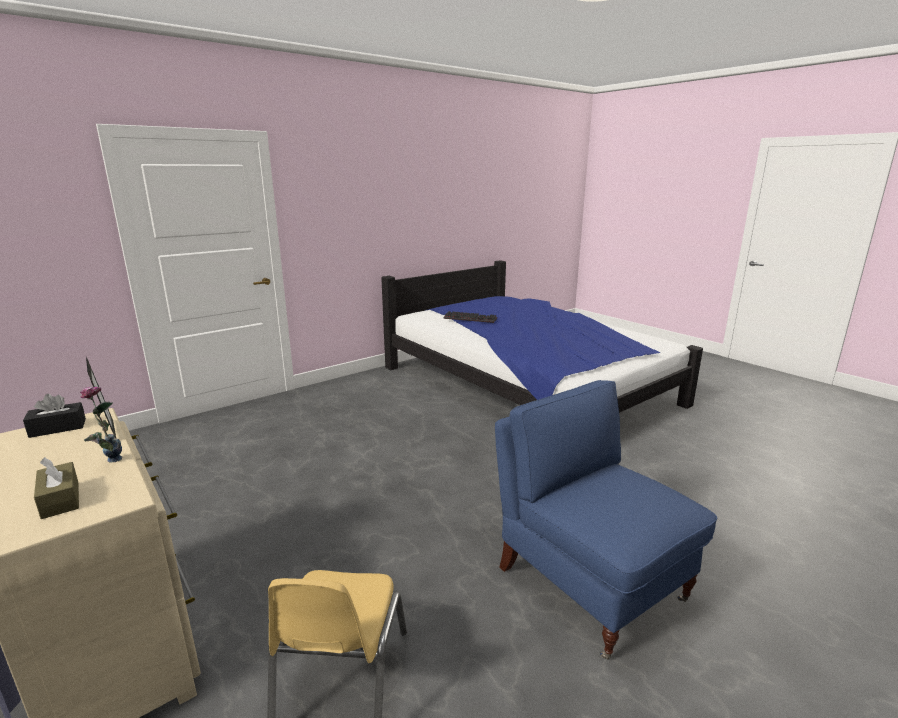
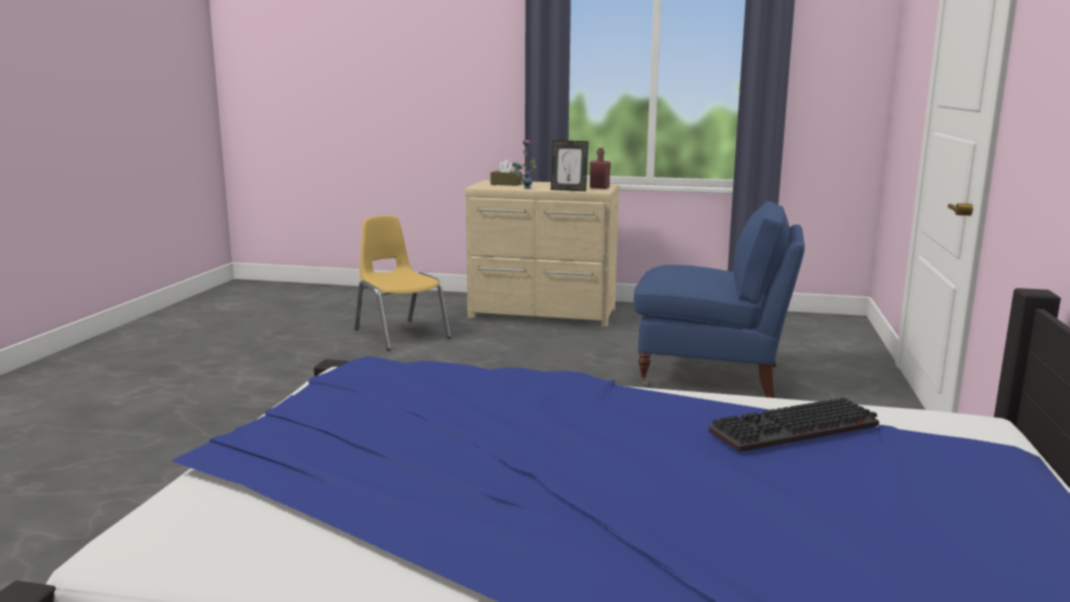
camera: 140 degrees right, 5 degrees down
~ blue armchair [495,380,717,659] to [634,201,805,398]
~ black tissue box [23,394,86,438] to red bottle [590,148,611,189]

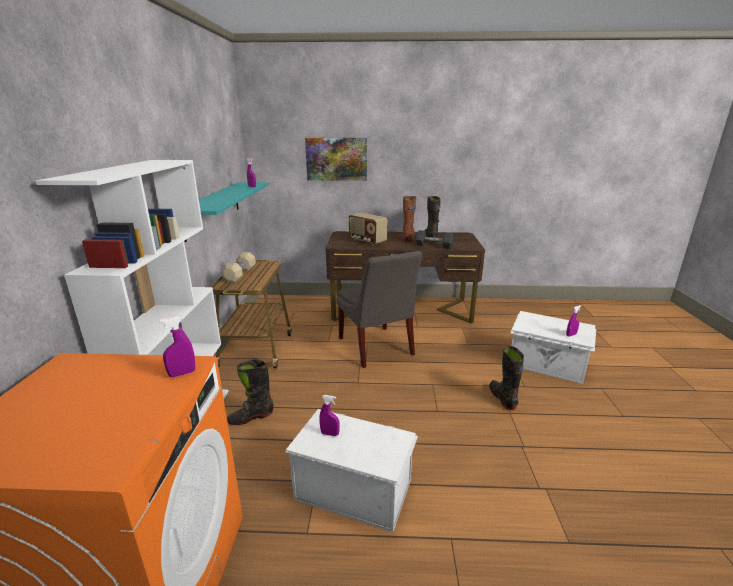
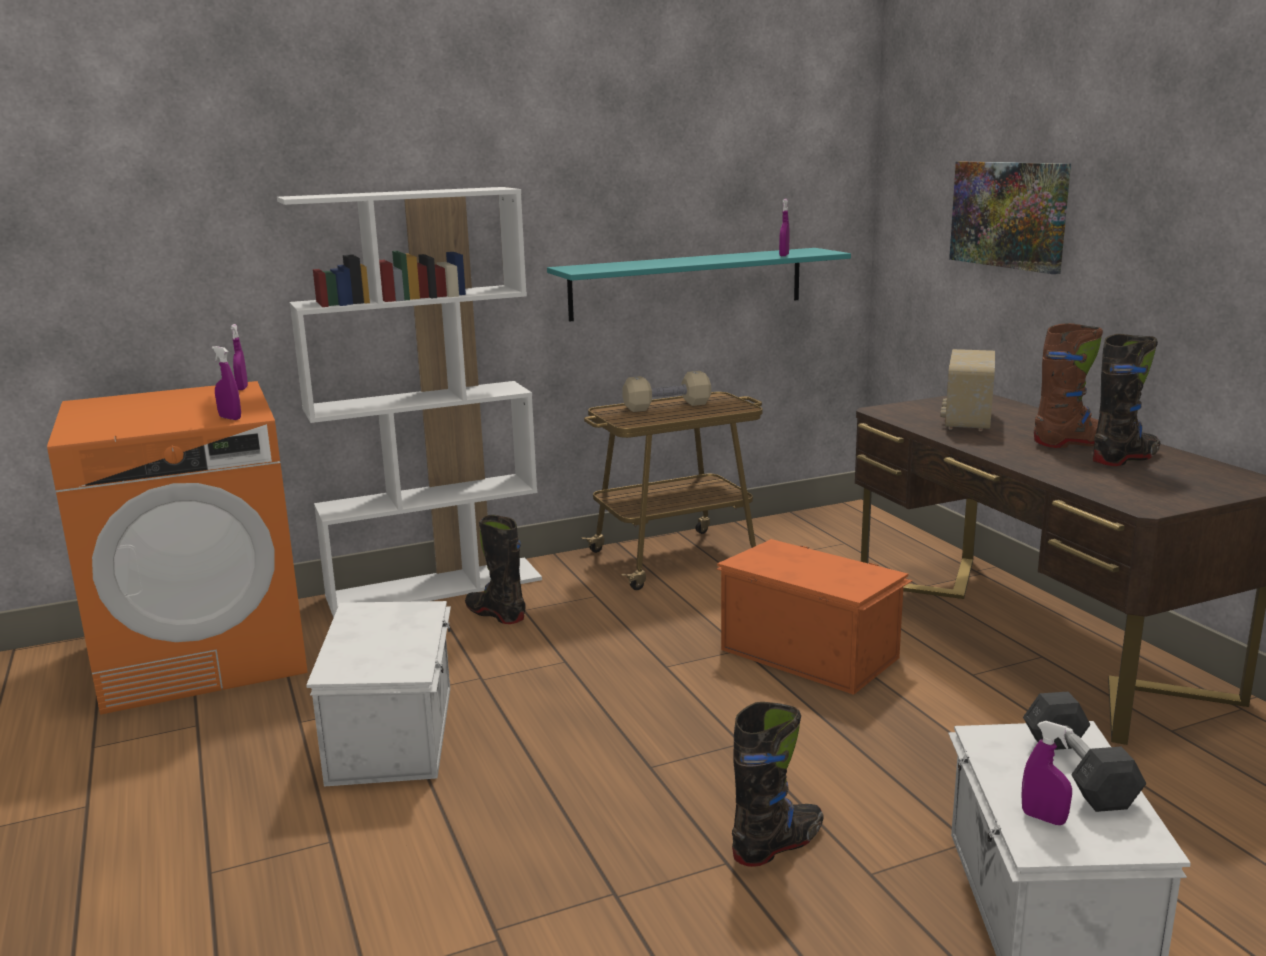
camera: 65 degrees right, 5 degrees down
~ grey dumbbell [415,230,453,249] to [1023,692,1147,812]
~ grey chair [337,251,422,368] to orange storage box [717,539,913,695]
~ purple spray bottle [319,395,340,436] to [231,324,248,390]

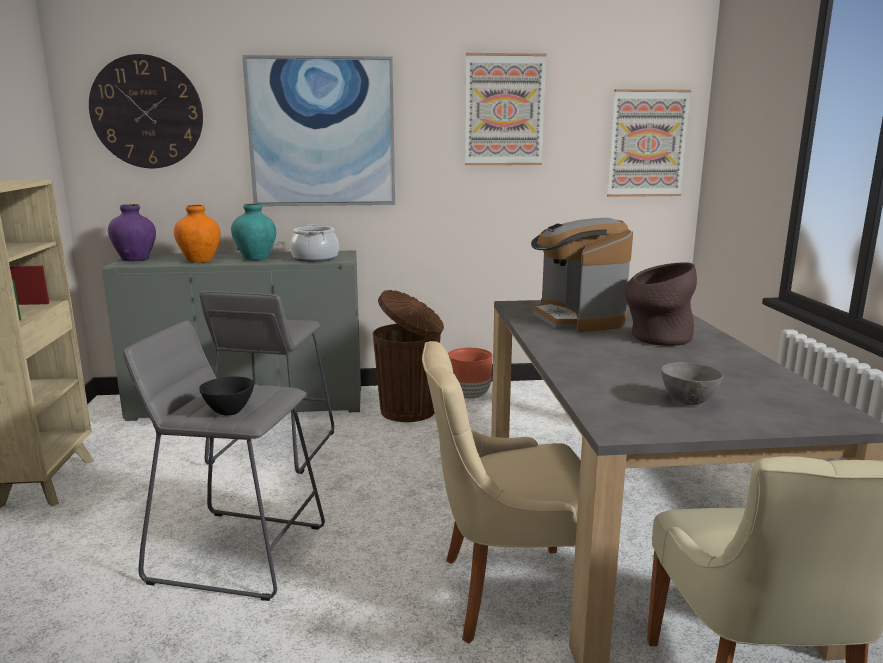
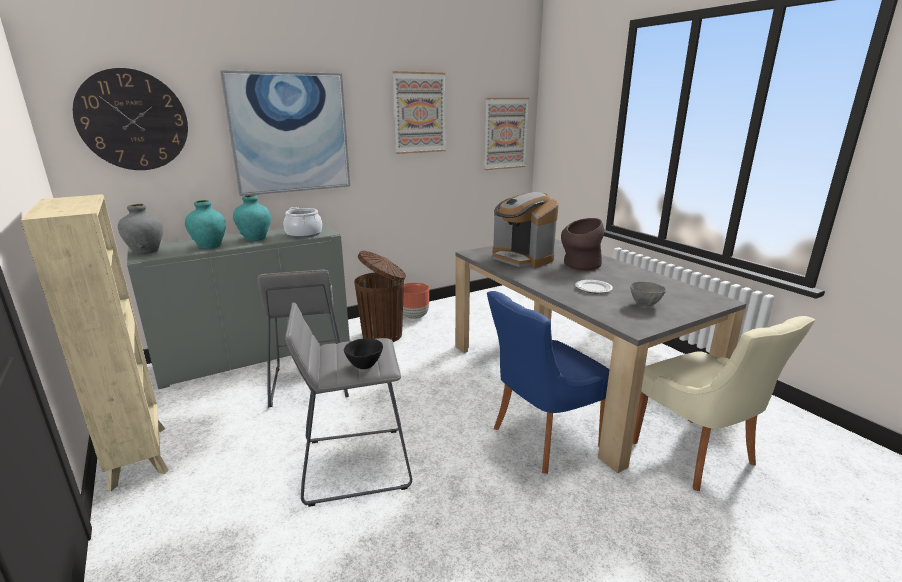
camera: 25 degrees left, 5 degrees up
~ purple vase [108,204,156,261] to grey vase [118,204,163,255]
~ orange vase [174,205,220,263] to turquoise vase [185,200,226,249]
~ beige chair [422,341,581,643] to blue chair [487,291,610,474]
+ plate [575,280,613,293]

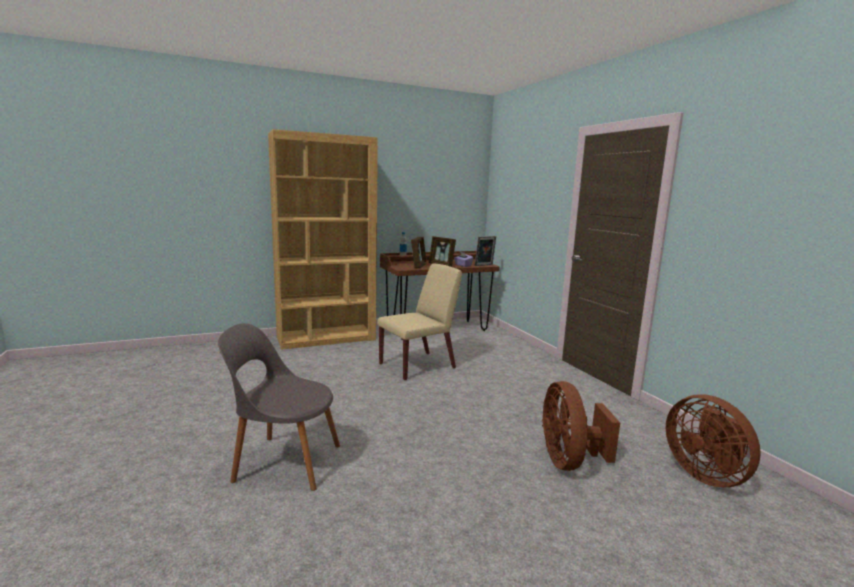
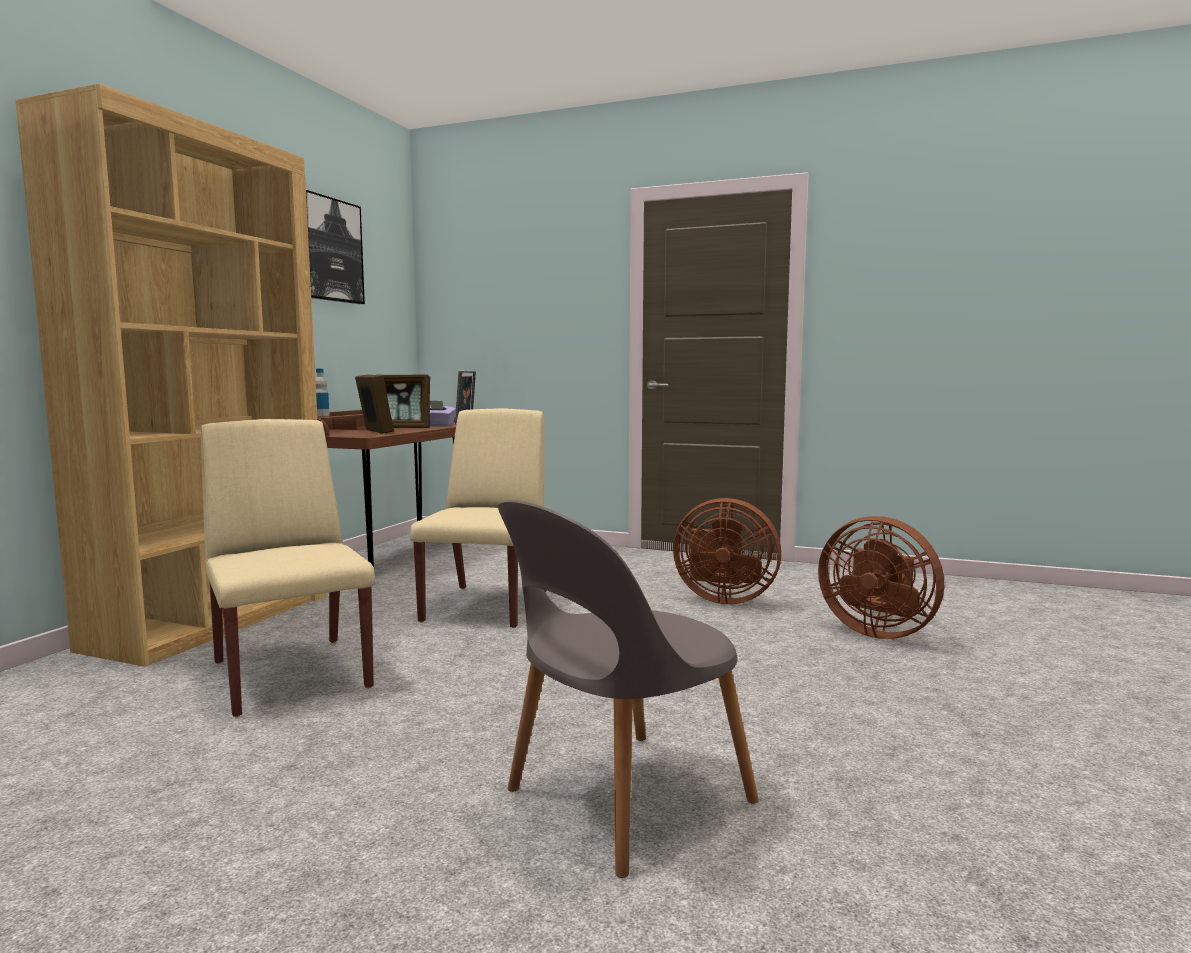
camera: 45 degrees left, 5 degrees down
~ brown fan [666,394,761,487] to [673,498,781,604]
+ picture [306,190,365,304]
+ beige chair [201,419,375,717]

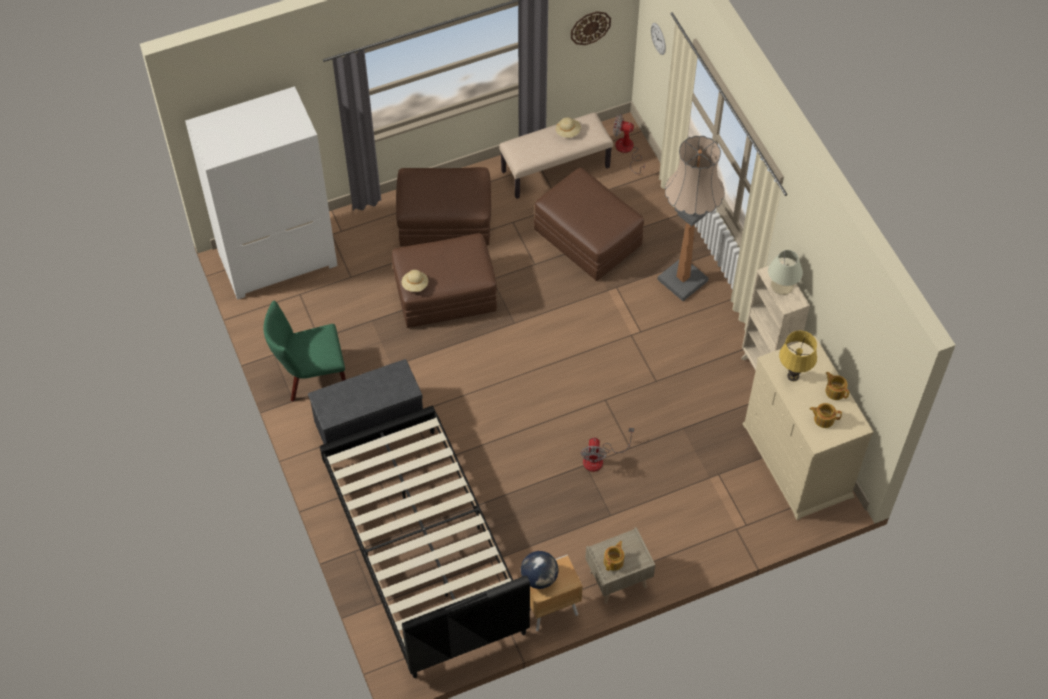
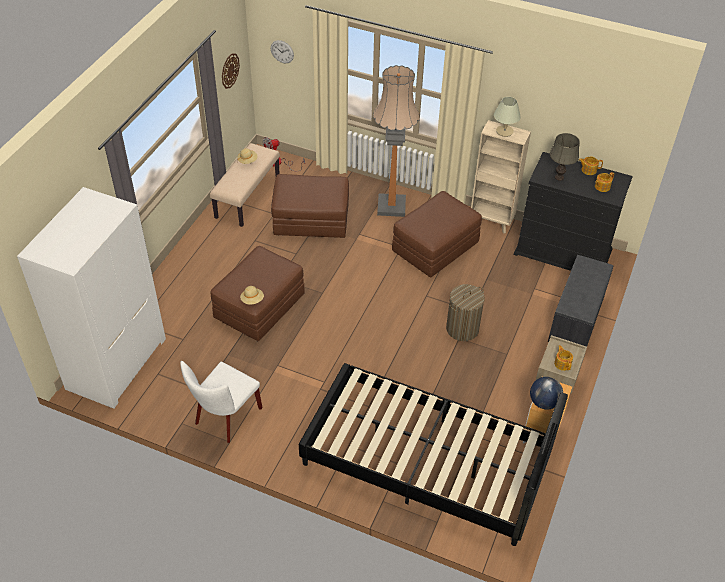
camera: 45 degrees left, 10 degrees down
~ brown ottoman [396,167,491,247] to [392,191,482,278]
~ green chair [263,300,346,402] to white chair [180,361,262,443]
~ yellow table lamp [779,330,817,381] to grey table lamp [550,133,580,181]
~ beige dresser [743,336,874,520] to black dresser [514,152,633,271]
~ grey bench [308,359,423,444] to [548,255,614,347]
~ fan [581,428,634,472] to laundry basket [446,284,485,341]

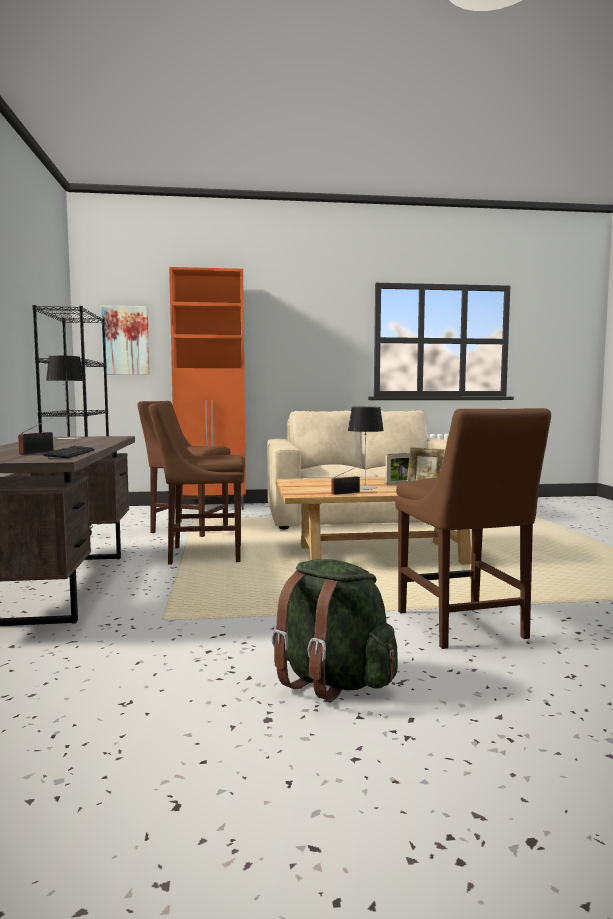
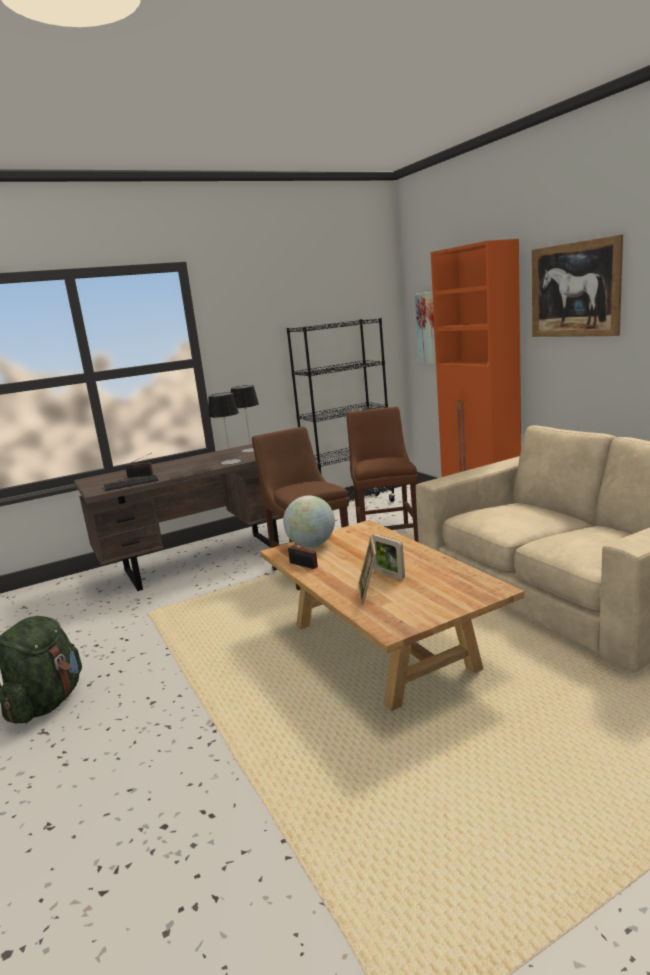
camera: 70 degrees right, 10 degrees up
~ table lamp [348,407,384,490] to [208,392,241,465]
- brown chair [395,408,551,649]
+ picture [532,235,623,337]
+ globe [283,495,335,547]

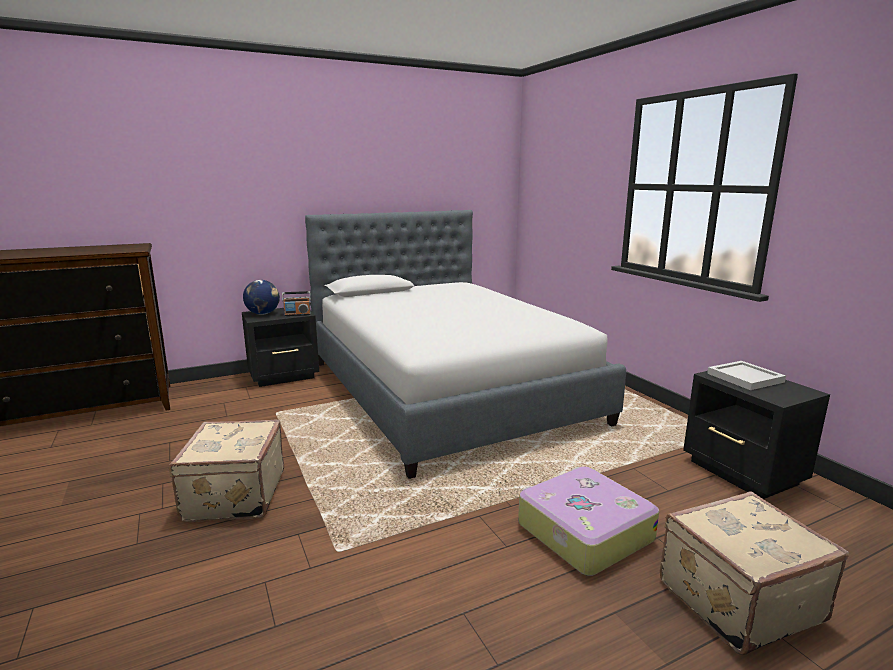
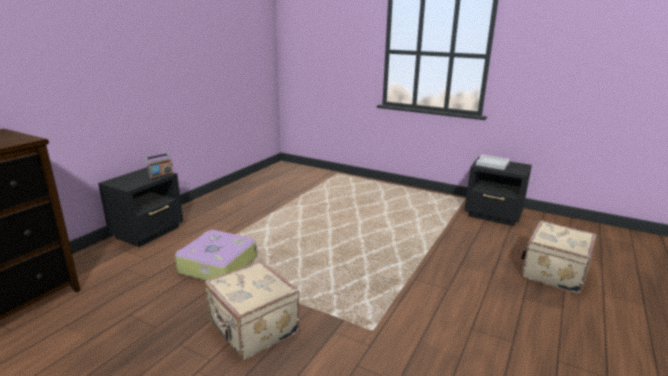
camera: 35 degrees left, 5 degrees up
- bed [305,210,626,479]
- globe [243,280,280,315]
~ suitcase [518,467,659,576] to [175,230,257,281]

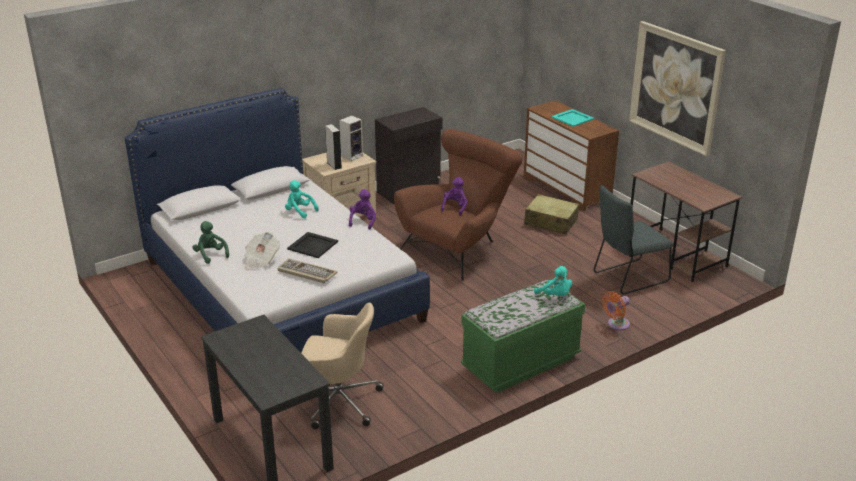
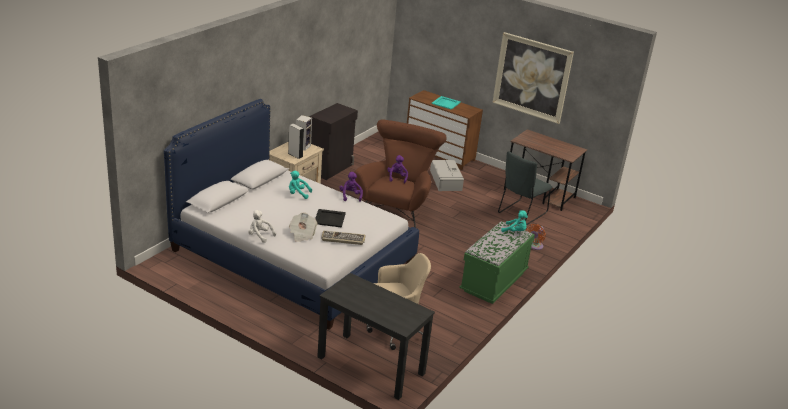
camera: 25 degrees left, 0 degrees up
~ beige suitcase [524,194,579,235] to grey storage box [430,160,464,191]
~ green plush toy [193,221,229,264] to white plush toy [248,210,276,243]

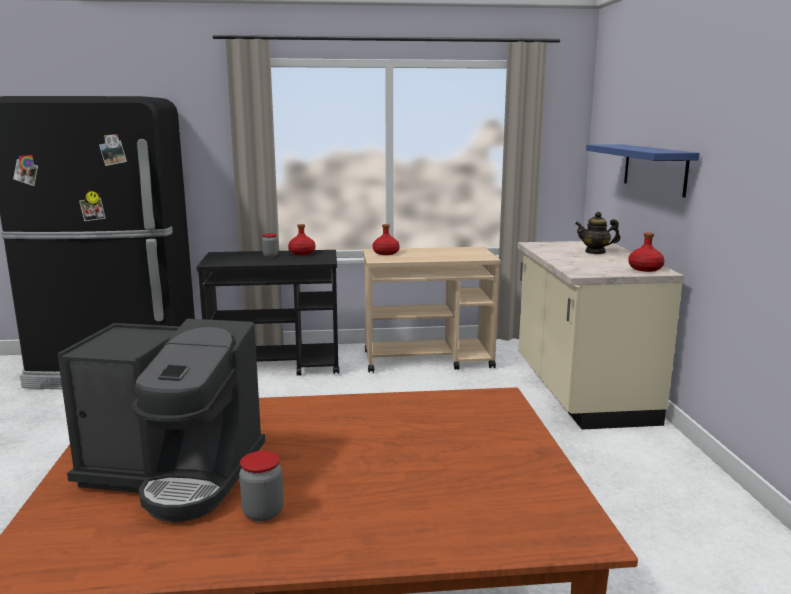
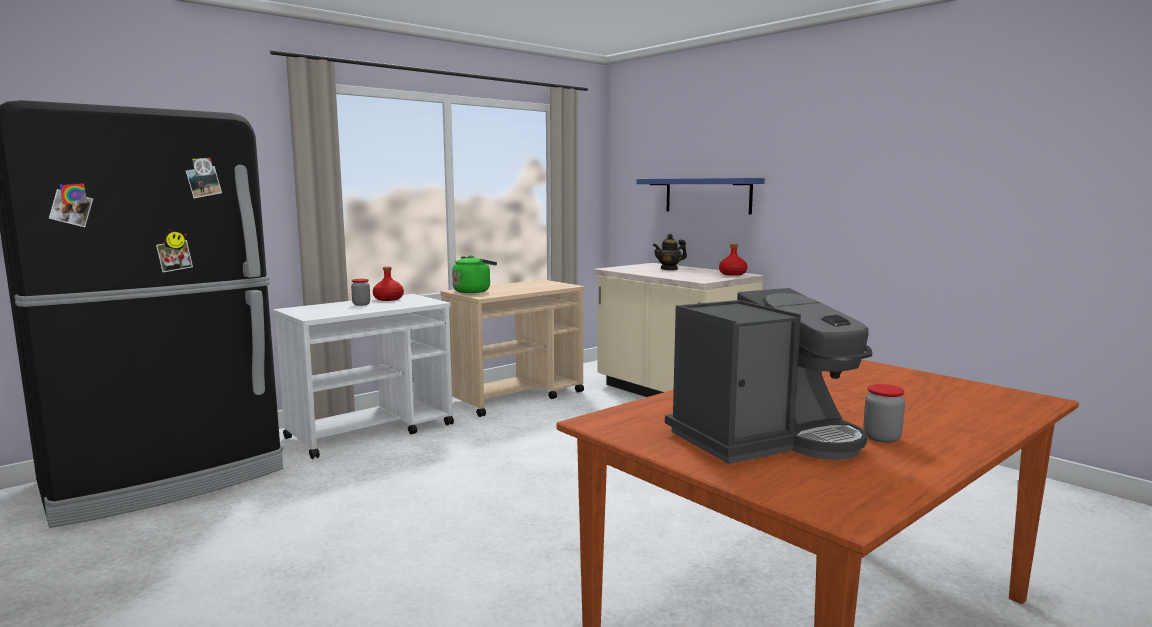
camera: 35 degrees left, 5 degrees down
~ red bottle [373,224,400,255] to green kettle [452,255,497,293]
~ black cart [197,250,340,376] to white cart [273,294,454,459]

